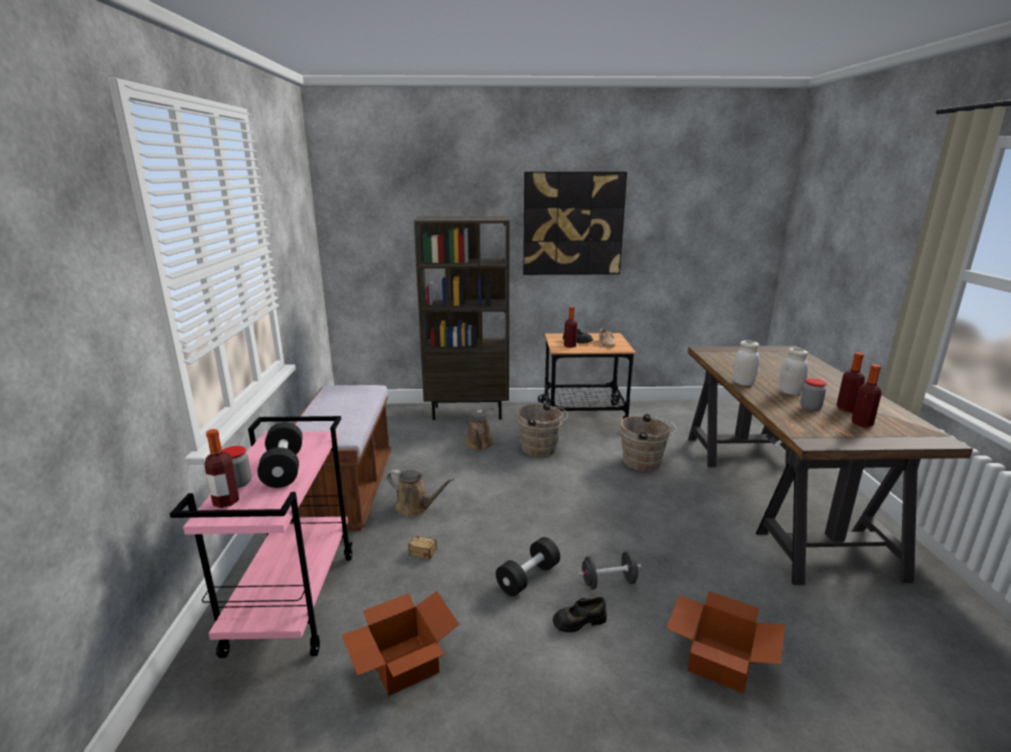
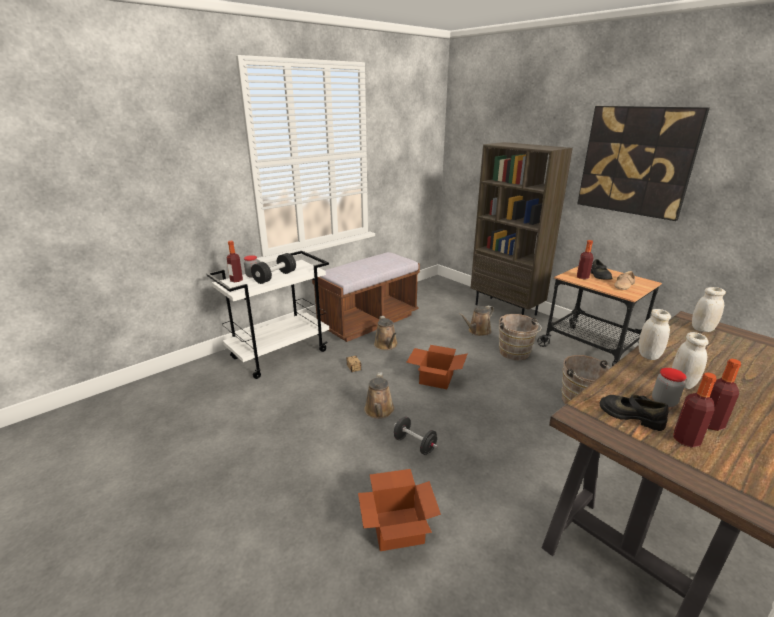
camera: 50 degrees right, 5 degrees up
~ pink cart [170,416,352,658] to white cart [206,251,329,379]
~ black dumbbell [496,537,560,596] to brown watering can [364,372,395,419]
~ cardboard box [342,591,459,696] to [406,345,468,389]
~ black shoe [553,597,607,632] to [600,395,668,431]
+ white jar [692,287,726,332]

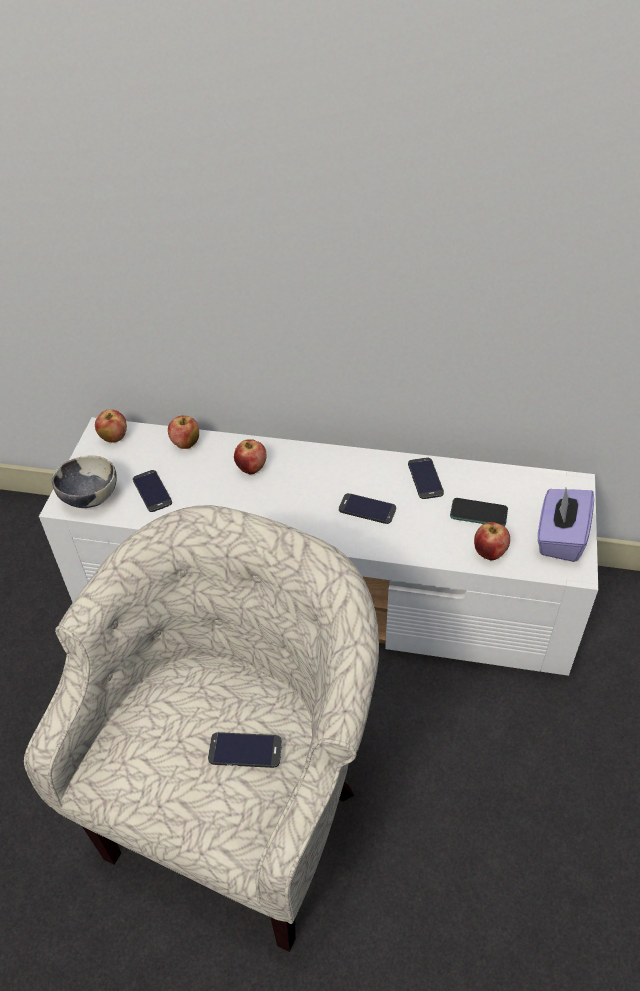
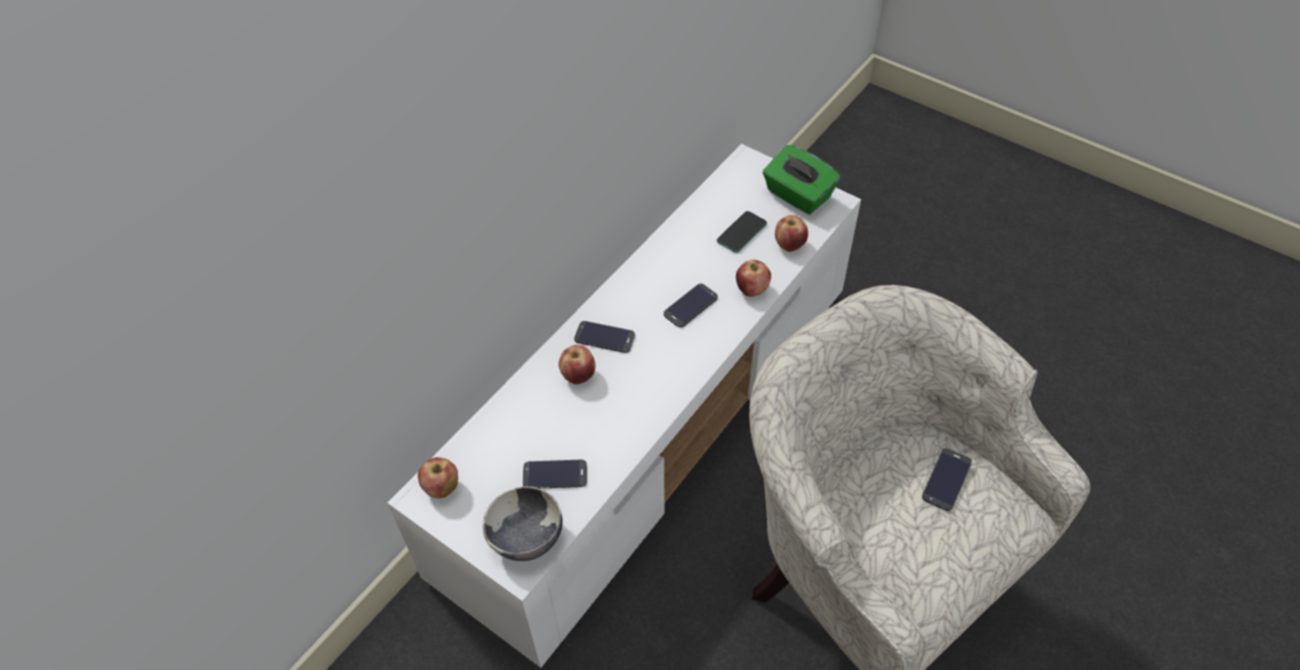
camera: 65 degrees left, 5 degrees up
~ apple [168,416,199,449] to [736,260,771,297]
~ phone [408,457,444,499] to [574,321,635,353]
~ purple tissue box [538,488,594,562] to green tissue box [763,145,840,215]

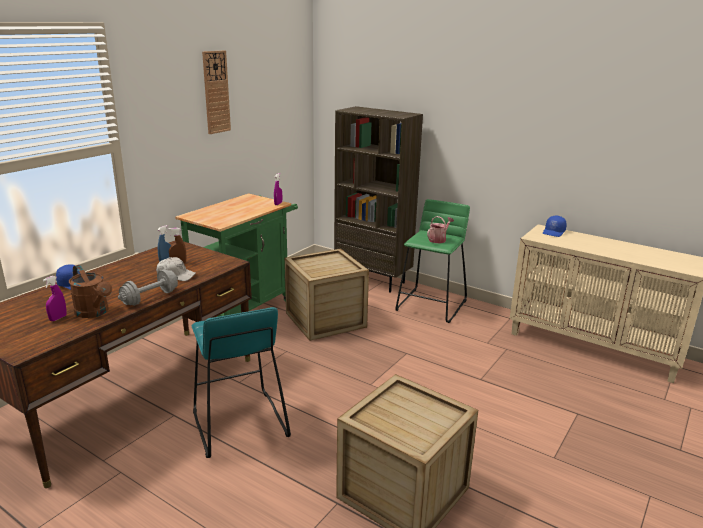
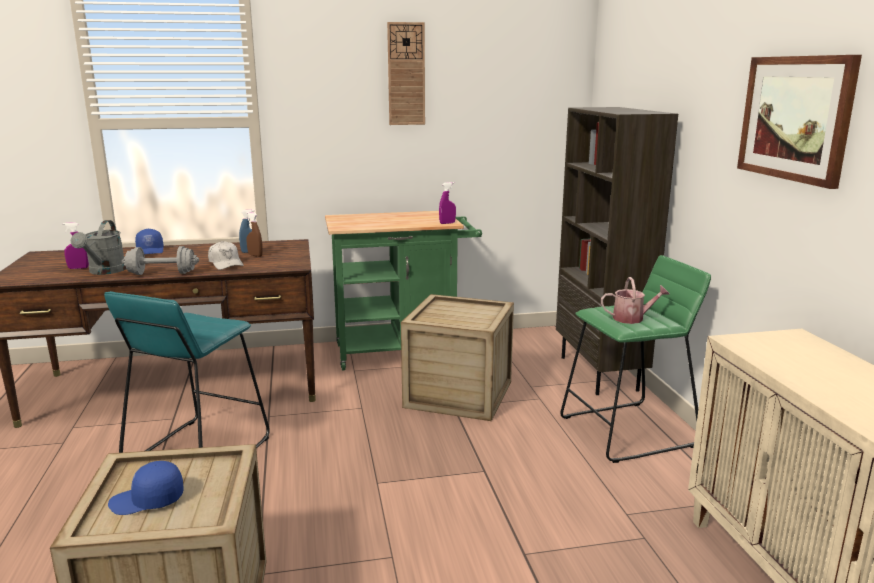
camera: 45 degrees right, 5 degrees down
~ blue cap [543,216,567,237] to [108,461,184,515]
~ brown watering can [69,265,112,318] to grey watering can [71,220,126,275]
+ picture [737,55,862,189]

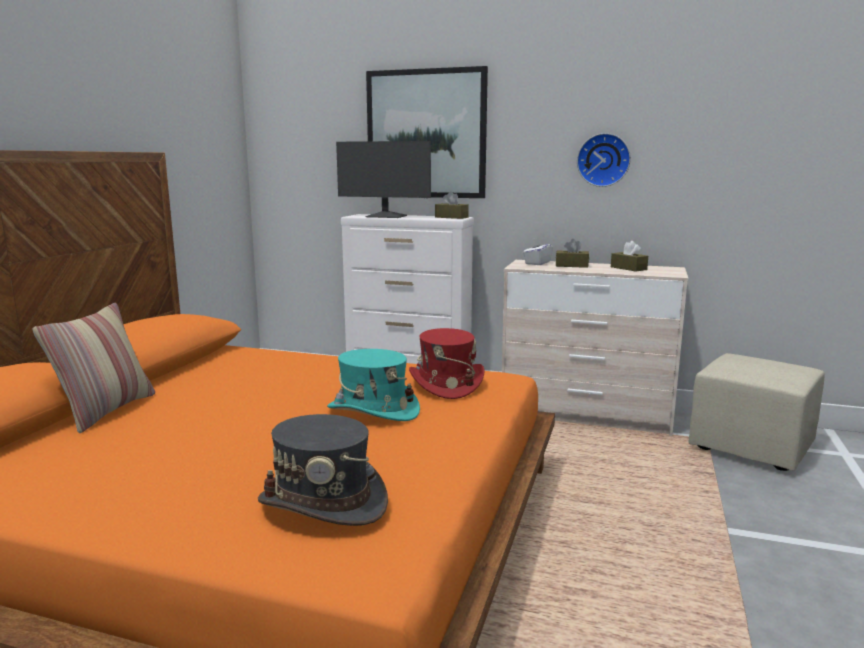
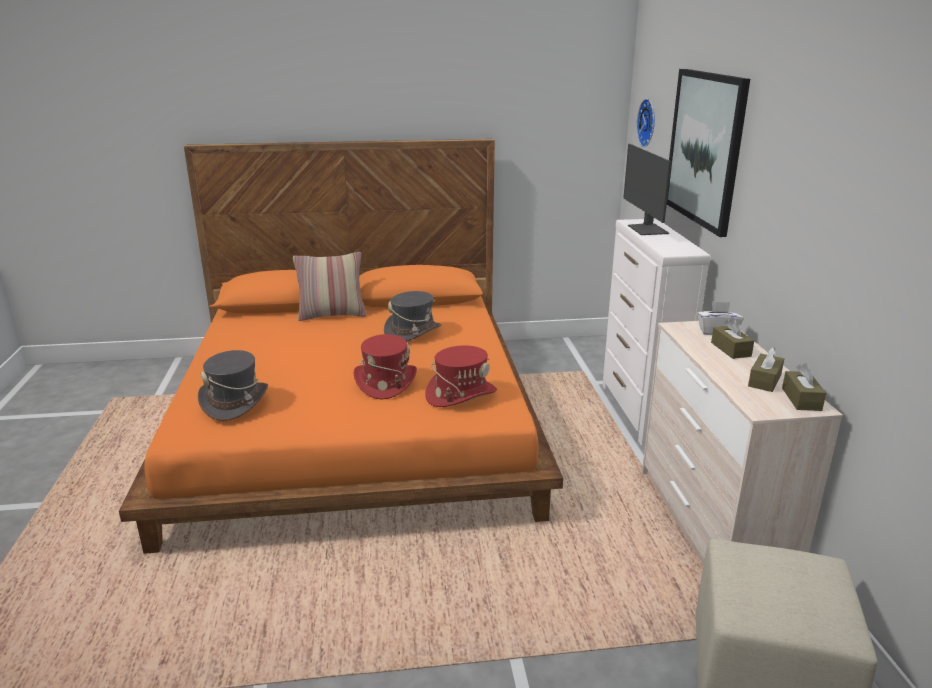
camera: 65 degrees right, 10 degrees up
~ wall clock [577,133,631,187] to [636,99,655,147]
~ brown tissue box [435,191,469,219] to [782,363,826,411]
~ turquoise hat [327,349,420,421] to red hat [354,334,417,399]
+ grey hat [384,291,441,341]

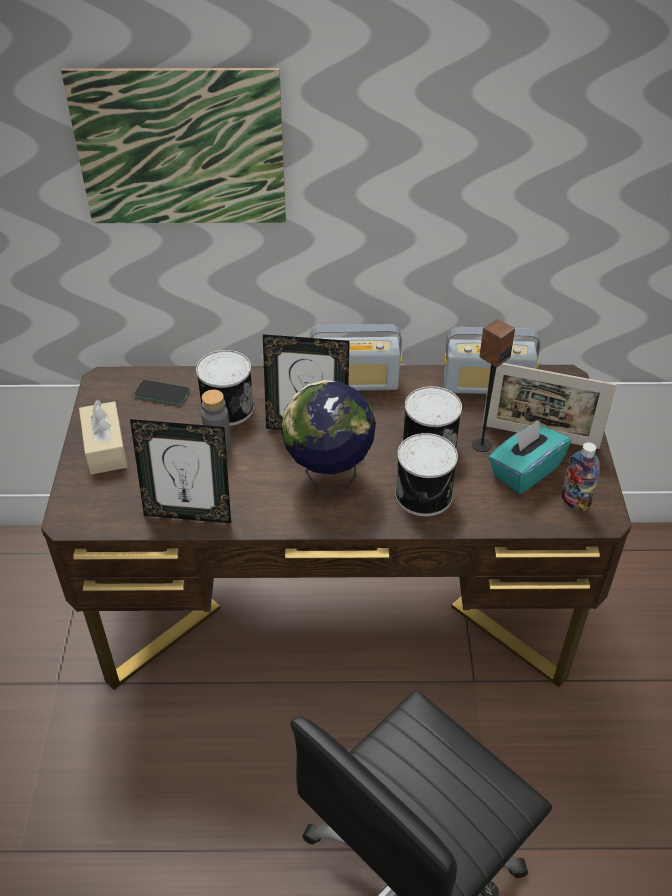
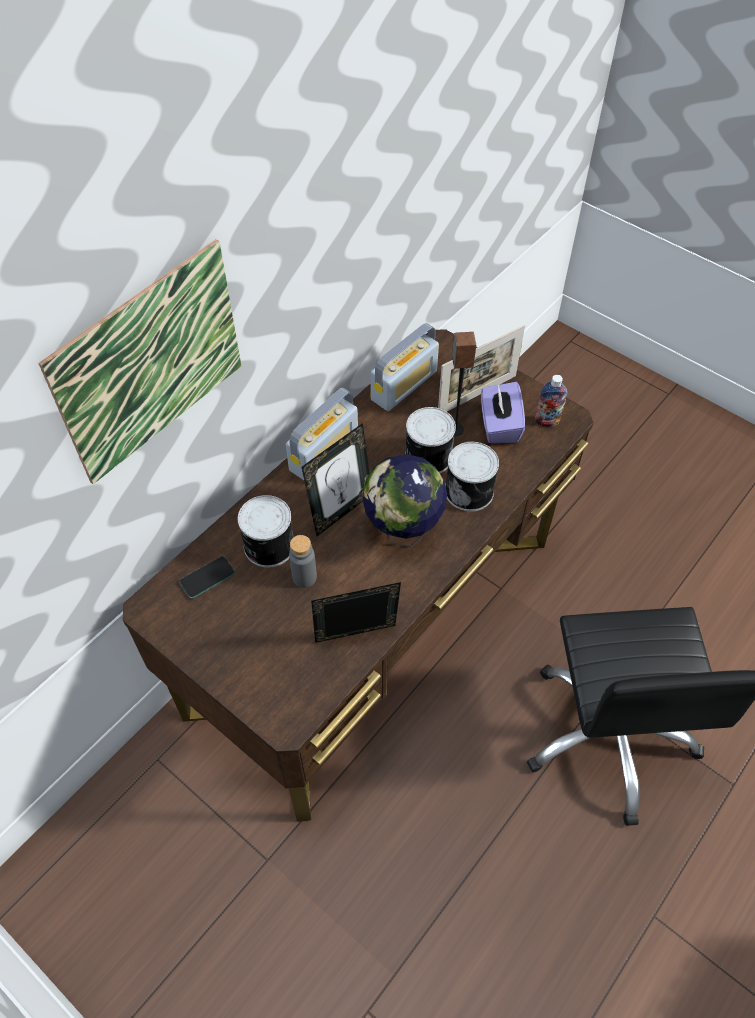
camera: 50 degrees left, 10 degrees up
- beige tissue box [79,399,127,475]
~ picture frame [130,419,231,523] = [311,582,401,643] 150 degrees counterclockwise
~ turquoise tissue box [489,420,571,494] to purple tissue box [481,382,525,443]

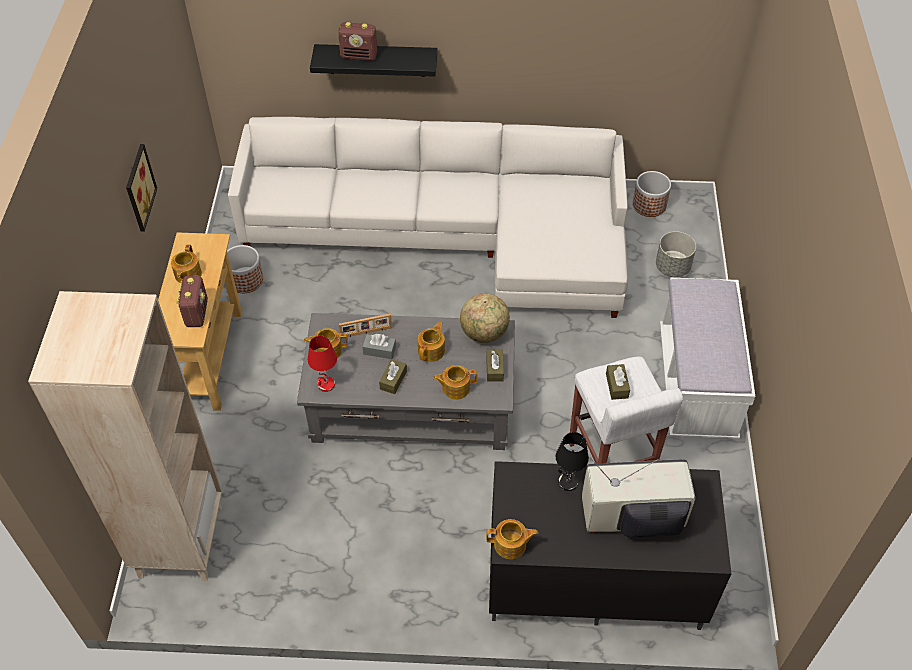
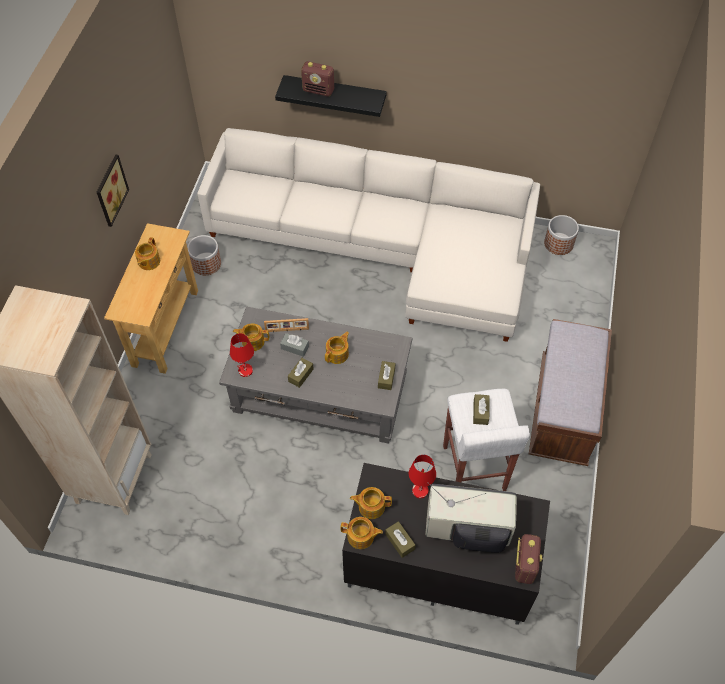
camera: 10 degrees right, 5 degrees up
- grey planter [656,231,696,277]
~ radio [176,276,208,327] to [515,534,543,584]
~ white bench [660,278,756,439] to brown bench [529,319,612,466]
- globe [460,293,510,343]
~ teapot [433,365,477,399] to [350,487,392,519]
~ black table lamp [556,432,589,491] to red table lamp [409,455,436,498]
+ brown tissue box [385,521,415,558]

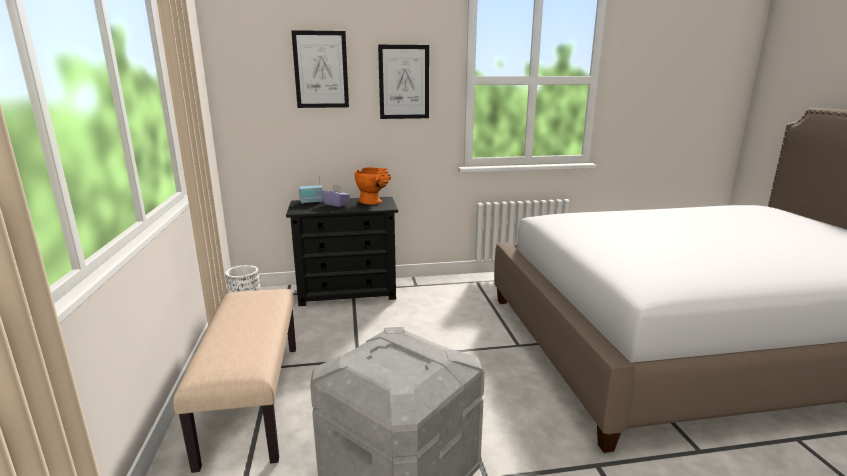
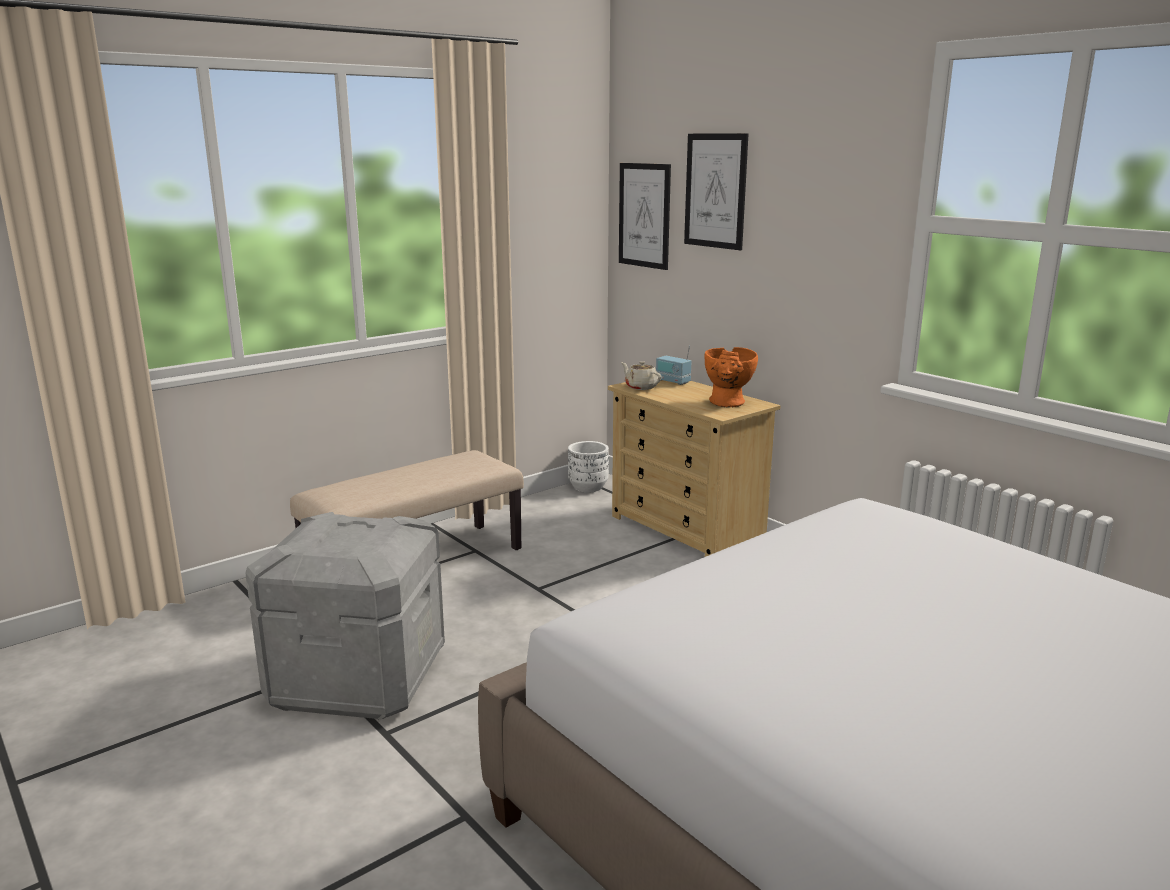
camera: 60 degrees right, 0 degrees up
~ picture [378,45,429,119] to [619,163,671,270]
- purple tissue box [321,184,350,207]
~ black dresser [286,197,398,306] to beige dresser [608,380,781,557]
+ beige teapot [621,361,662,390]

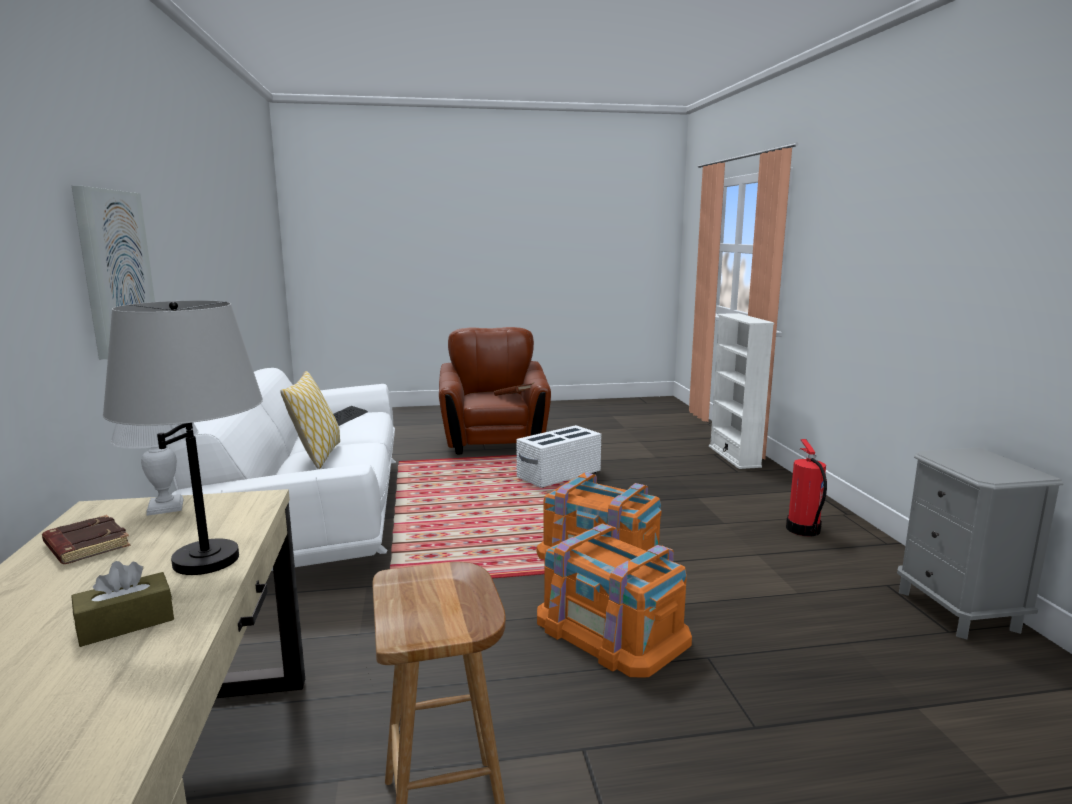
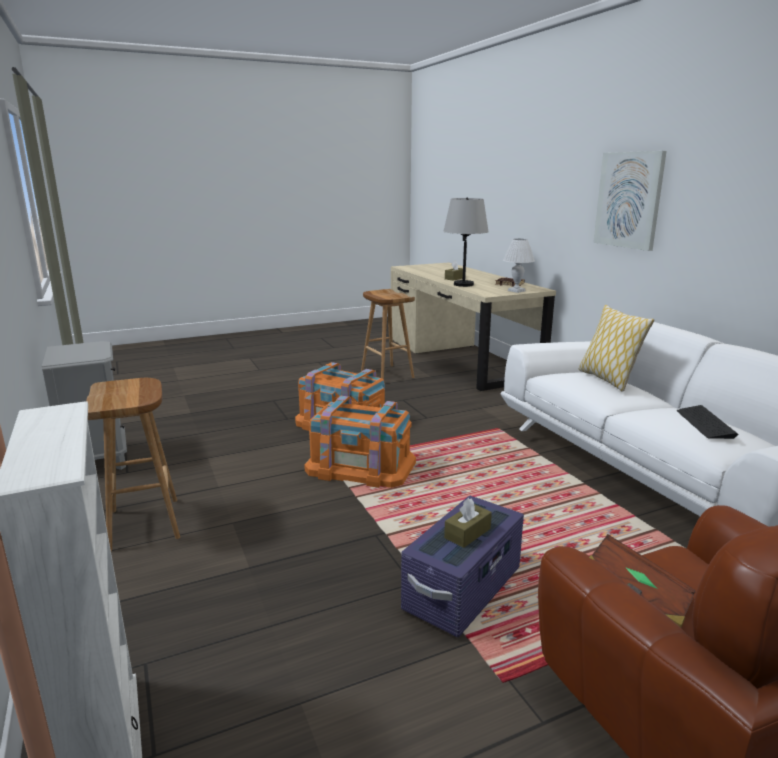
camera: 165 degrees right, 5 degrees up
~ white storage box [516,425,601,488] to purple storage box [401,496,524,637]
~ fire extinguisher [786,439,827,536] to brown stool [86,378,180,551]
+ brown tissue box [444,498,492,548]

